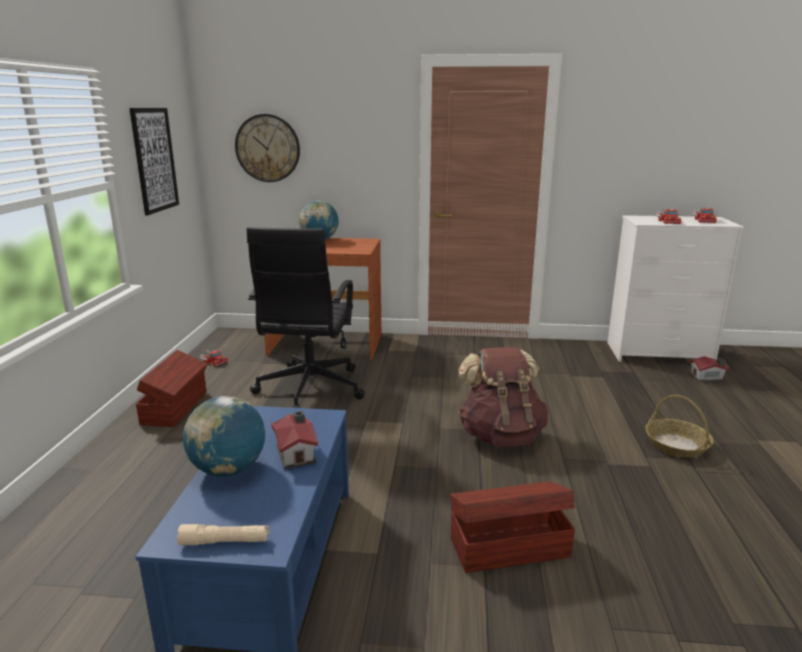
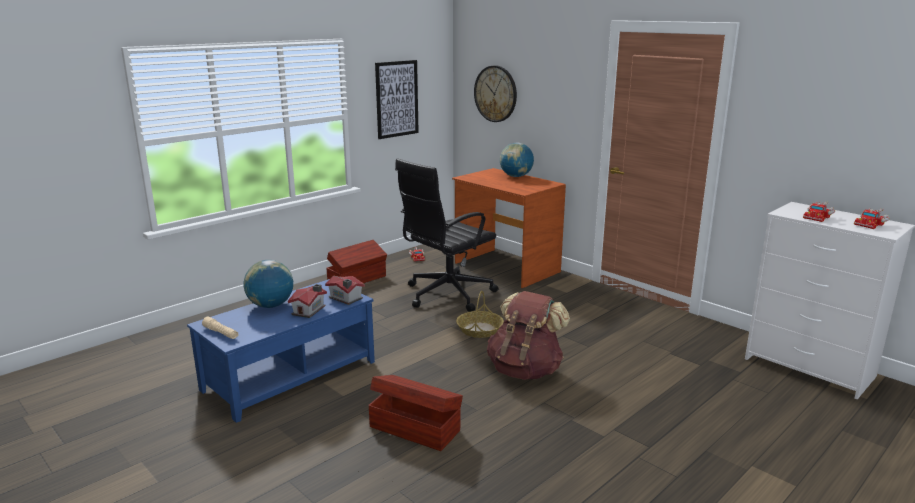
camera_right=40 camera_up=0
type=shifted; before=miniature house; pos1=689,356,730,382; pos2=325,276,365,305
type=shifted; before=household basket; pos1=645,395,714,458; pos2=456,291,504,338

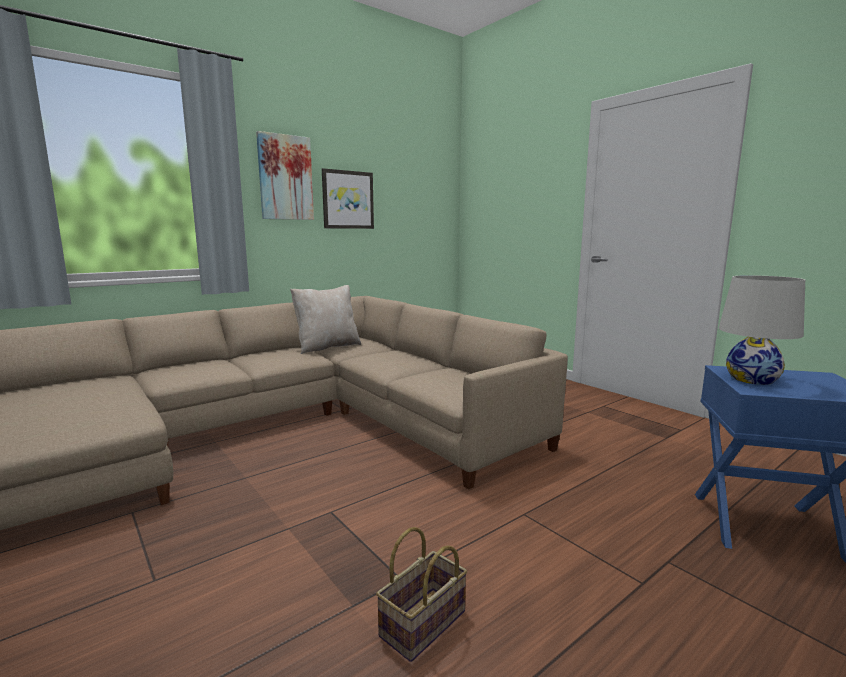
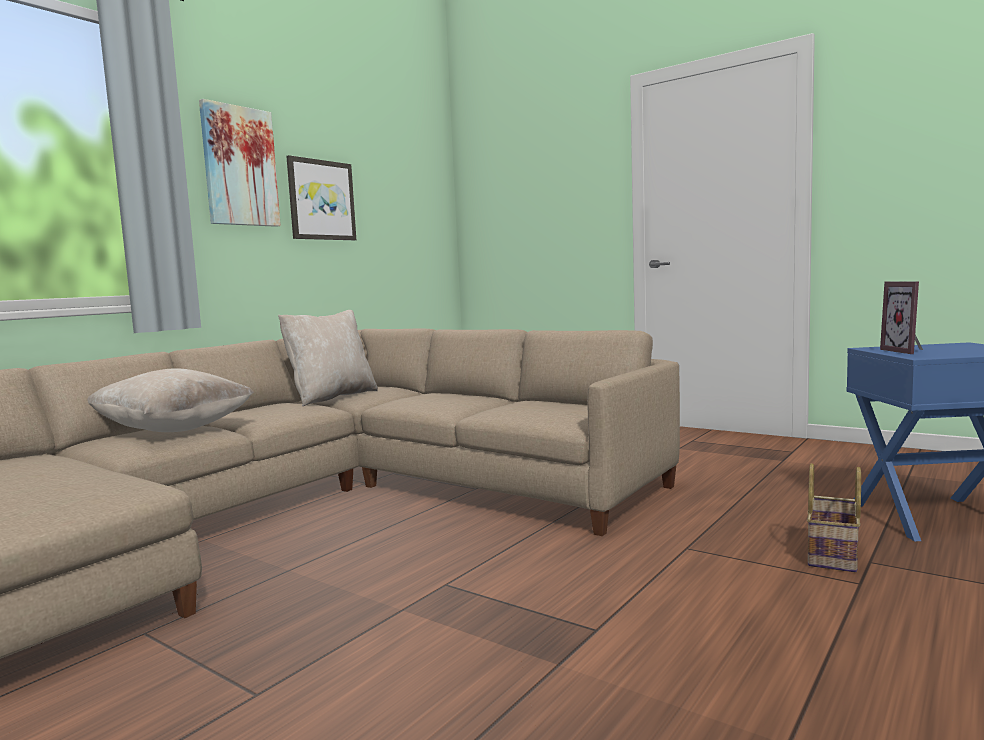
camera_right=-15 camera_up=-5
type=swapped; before=lamp for a table (white); after=picture frame; pos1=719,275,805,385; pos2=880,281,923,354
type=shifted; before=household basket; pos1=376,527,467,662; pos2=807,463,861,572
type=new; after=pillow (sand-coloured); pos2=87,368,254,432

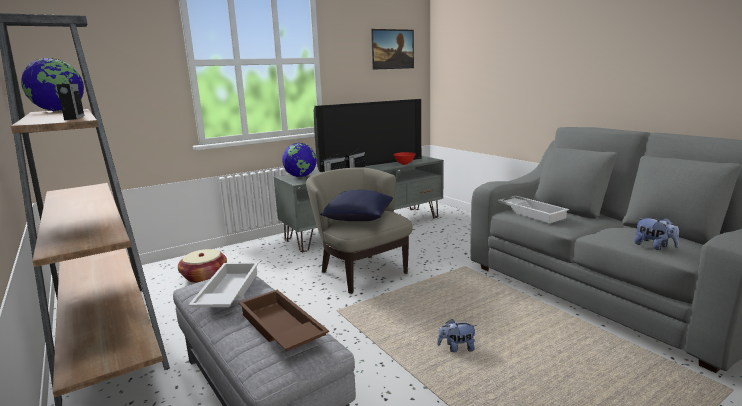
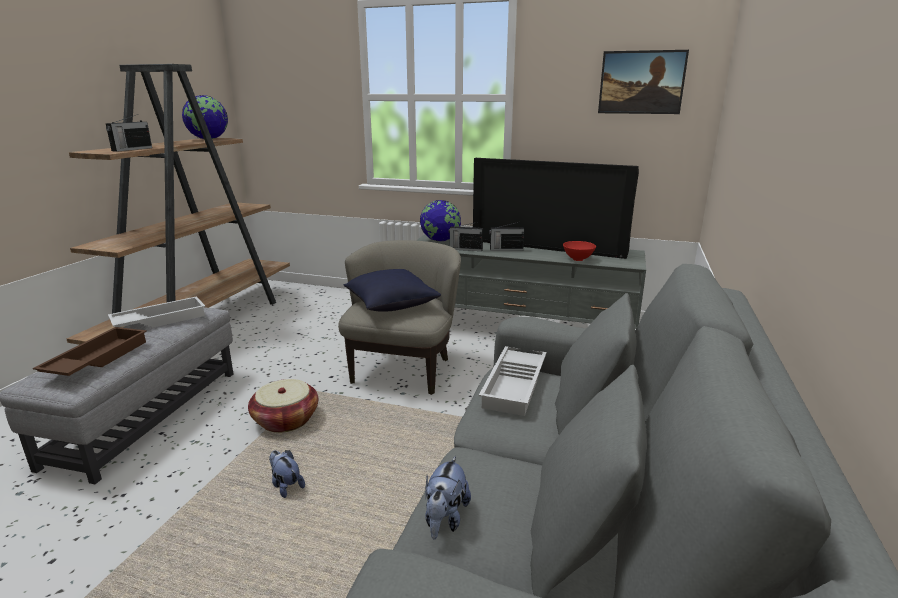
camera_right=50 camera_up=5
type=shifted; before=household basket; pos1=178,249,227,283; pos2=248,379,318,433

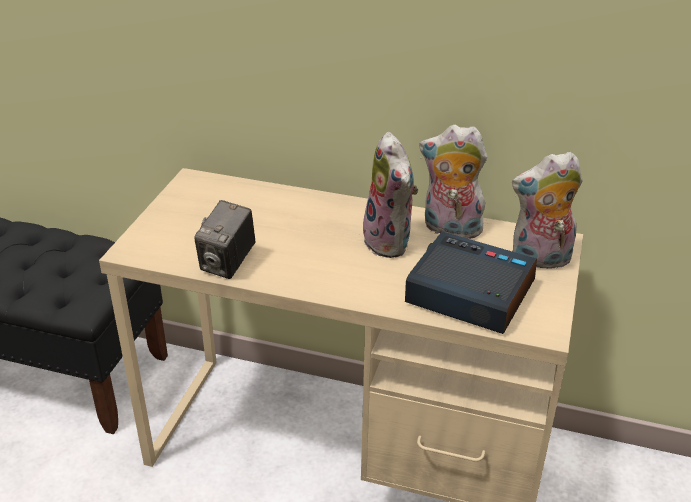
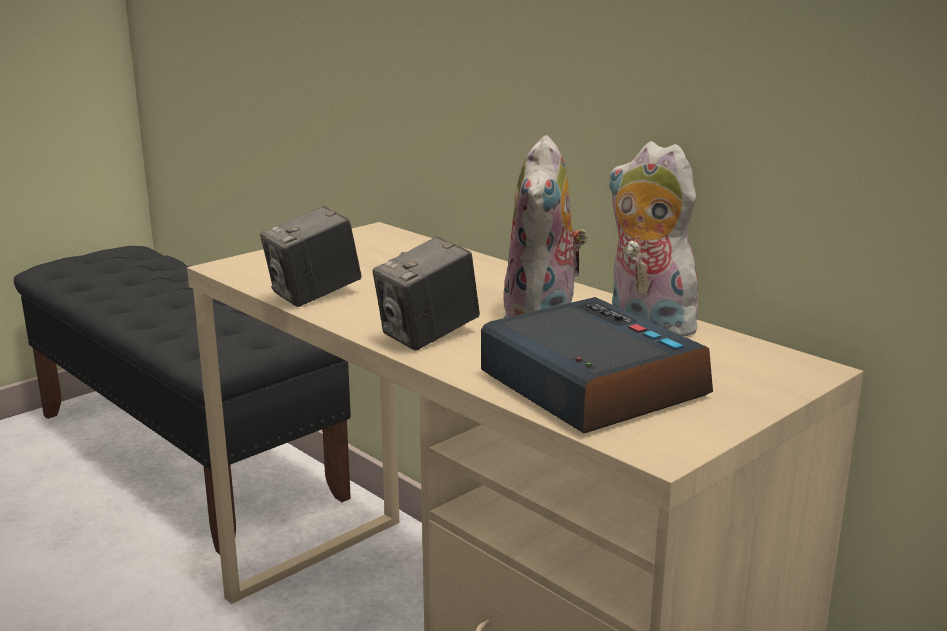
camera_right=30 camera_up=-15
type=gone; before=plush toy; pos1=512,152,583,269
type=new; after=still camera; pos2=372,236,480,351

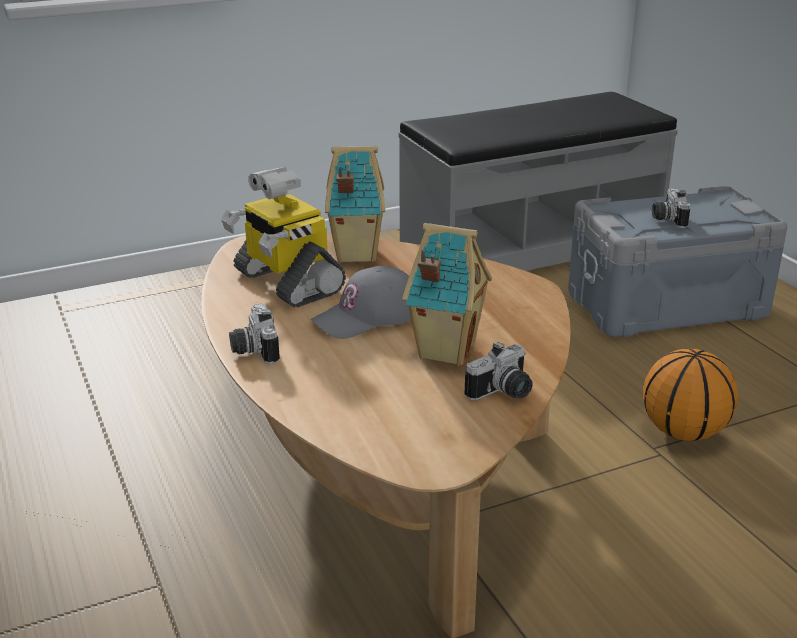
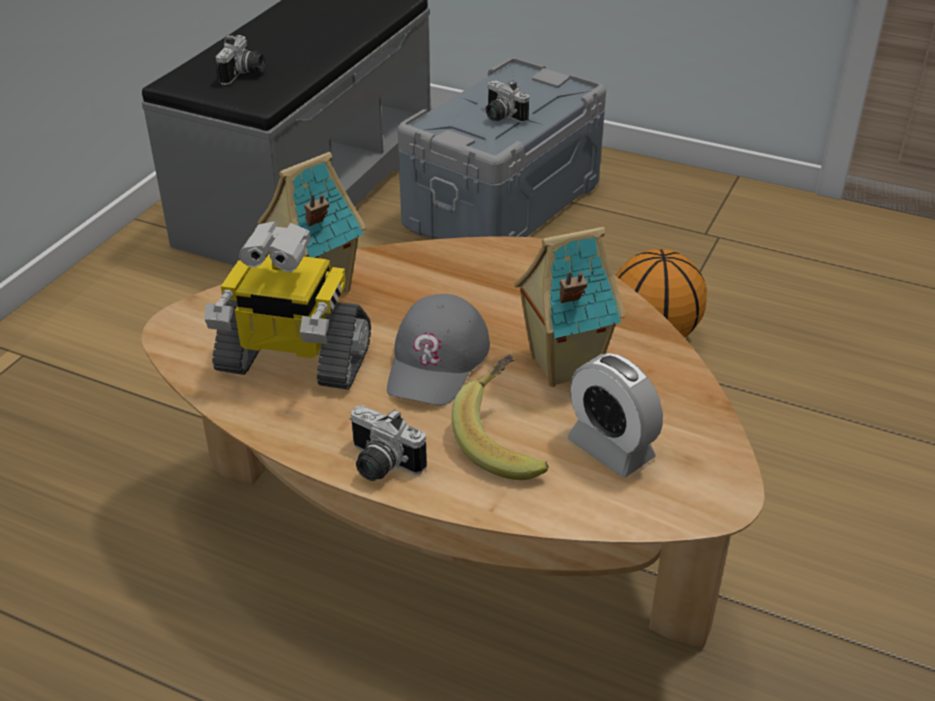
camera_right=-40 camera_up=10
type=shifted; before=still camera; pos1=465,342,533,401; pos2=215,35,265,85
type=new; after=bedside clock; pos2=567,353,663,477
type=new; after=banana; pos2=452,354,549,480

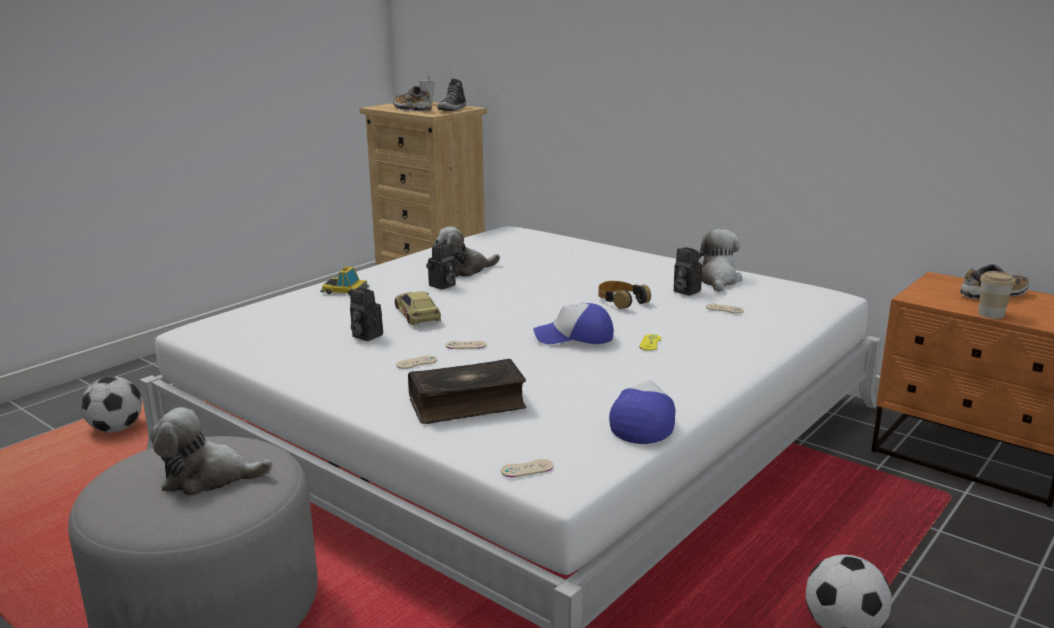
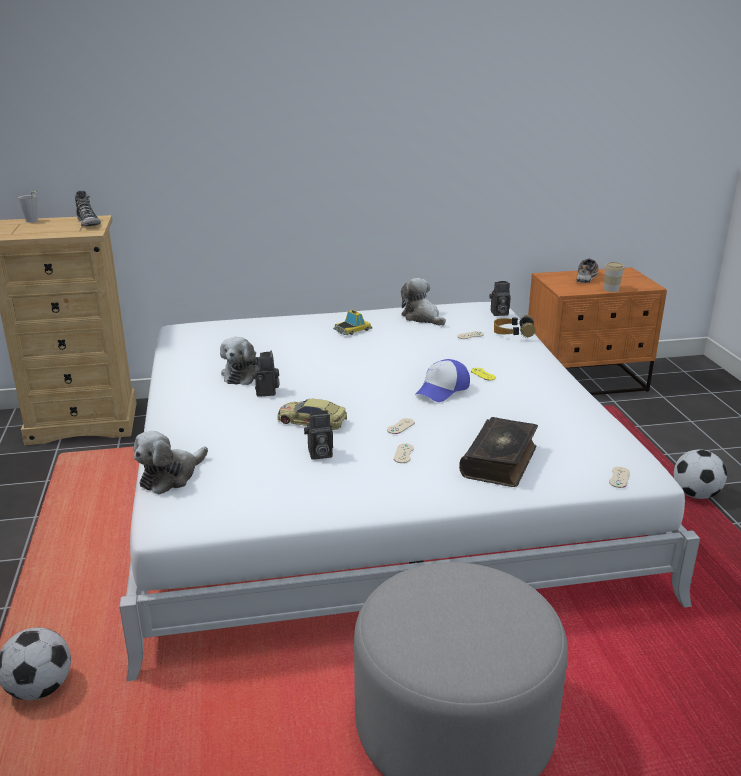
camera_right=-50 camera_up=5
type=gone; before=shoe; pos1=393,86,432,112
type=shifted; before=still camera; pos1=674,247,702,296; pos2=489,281,511,316
type=shifted; before=model car; pos1=320,266,369,296; pos2=333,310,372,335
type=shifted; before=headset; pos1=598,281,651,309; pos2=494,315,535,338
type=gone; before=baseball cap; pos1=609,380,676,444
type=shifted; before=plush toy; pos1=150,407,273,496; pos2=134,431,208,495

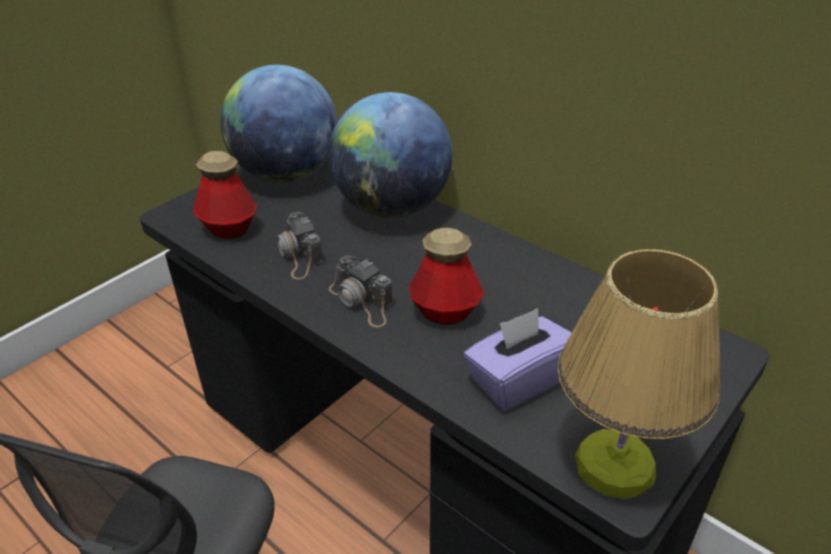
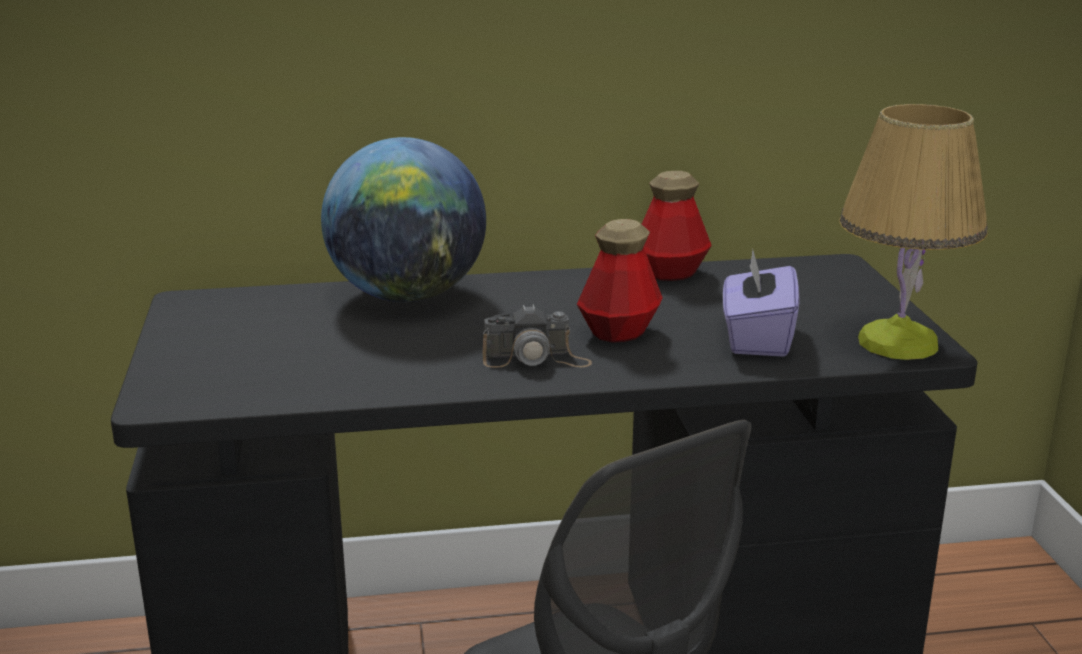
camera_right=-50 camera_up=-15
type=gone; before=globe; pos1=220,65,337,182
type=shifted; before=bottle; pos1=193,151,257,239; pos2=642,171,712,281
type=gone; before=still camera; pos1=277,212,323,279

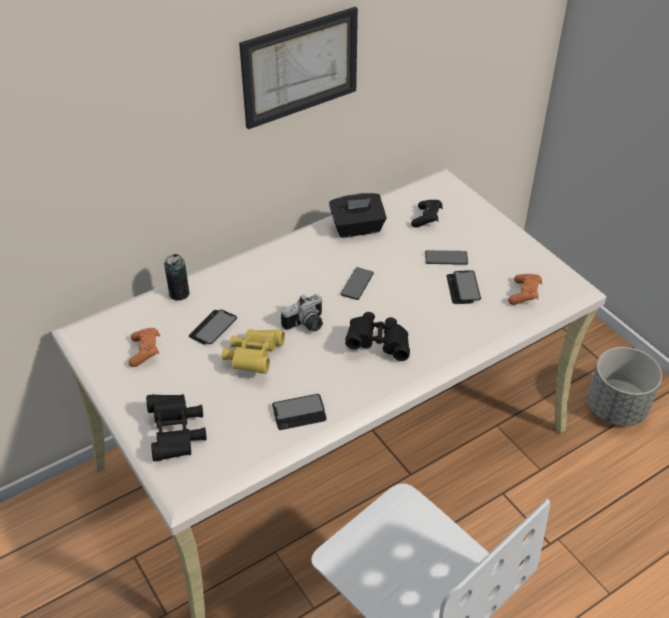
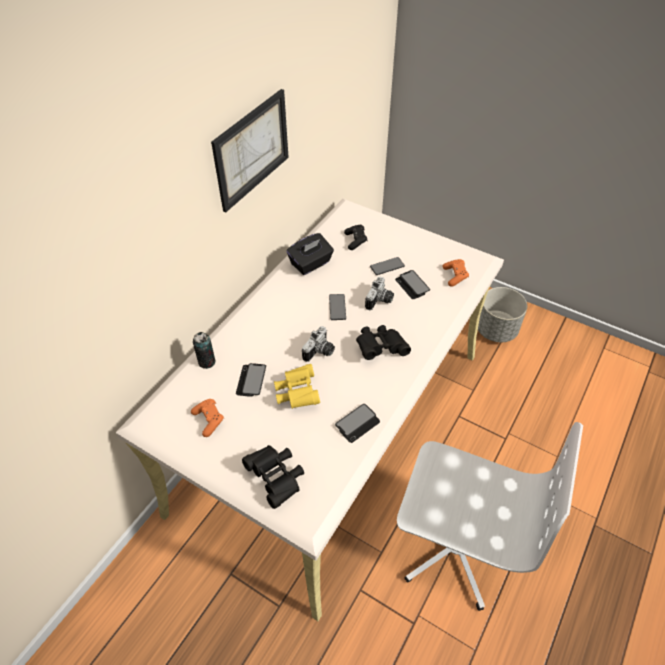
camera_right=-25 camera_up=5
type=new; after=still camera; pos2=365,277,394,310

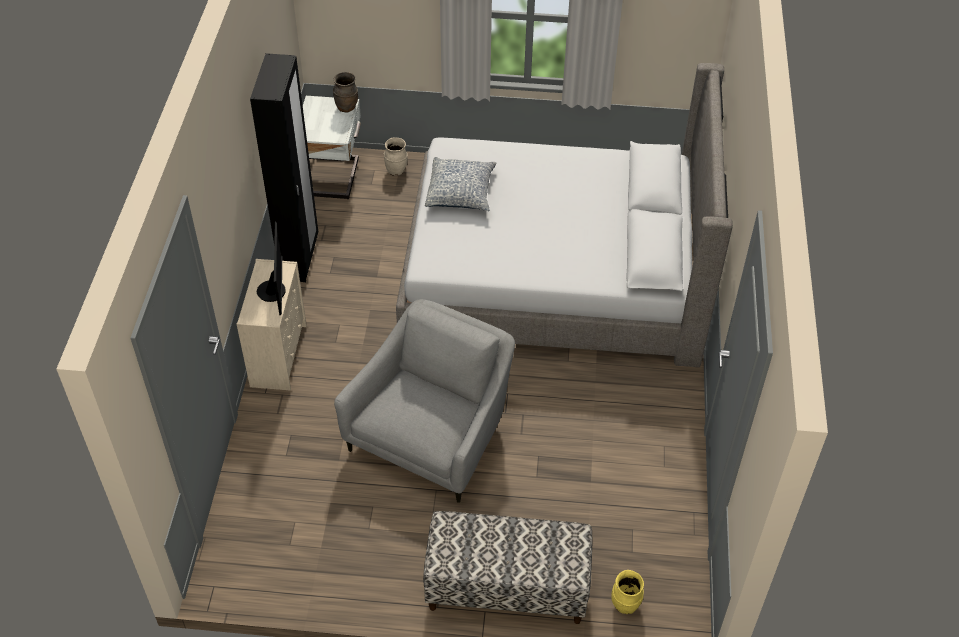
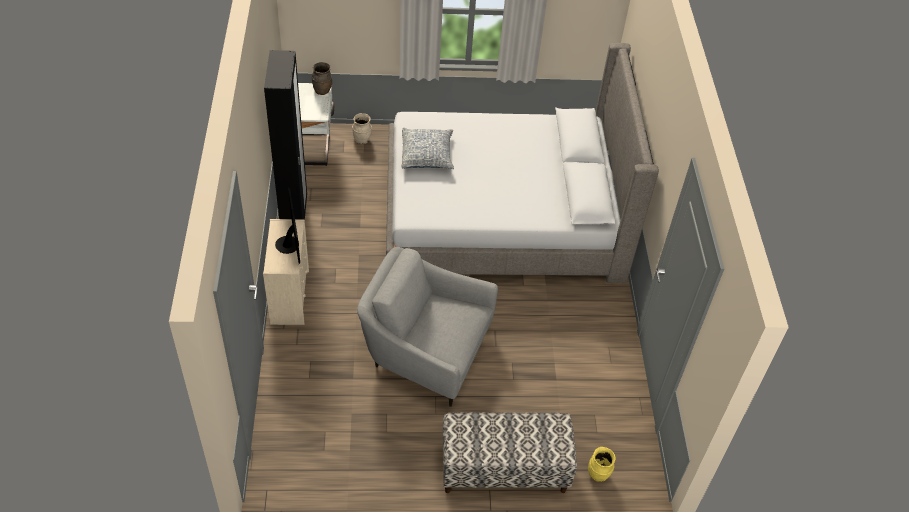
camera_right=-10 camera_up=0
type=rotated; before=armchair (greyish); pos1=334,299,515,503; pos2=357,247,498,407; turn=-90

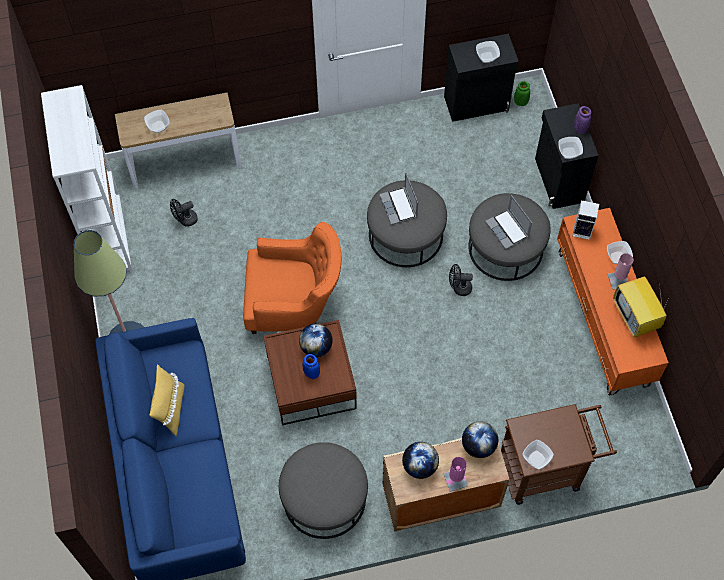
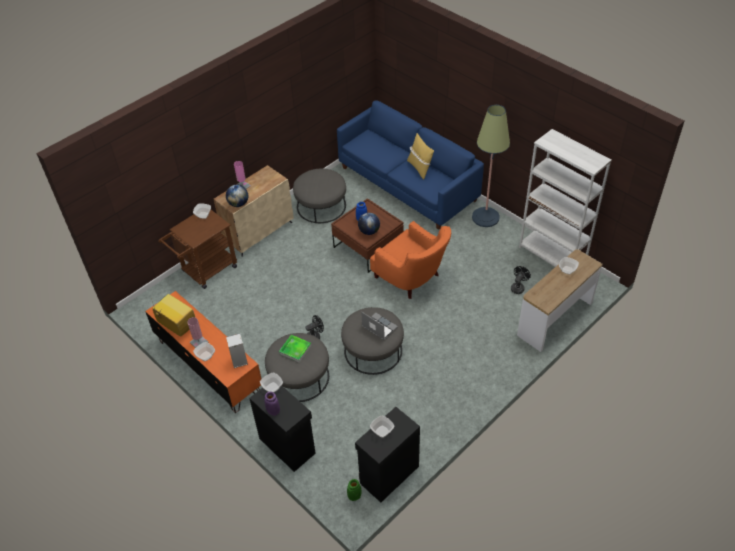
camera_right=150 camera_up=-15
type=swapped; before=portable computer; after=serving tray; pos1=485,195,532,249; pos2=279,335,312,363
type=rotated; before=armchair (orange-coloured); pos1=243,222,341,334; pos2=370,221,451,299; turn=-105
type=gone; before=globe; pos1=402,442,439,479

